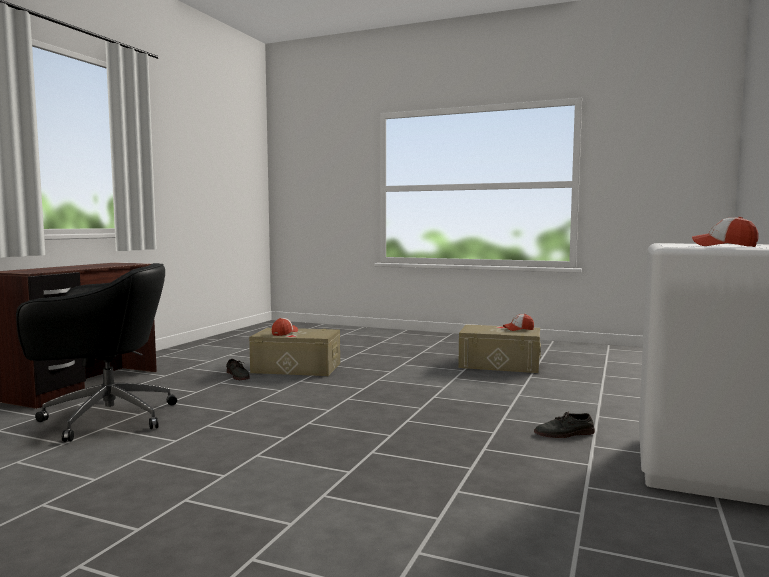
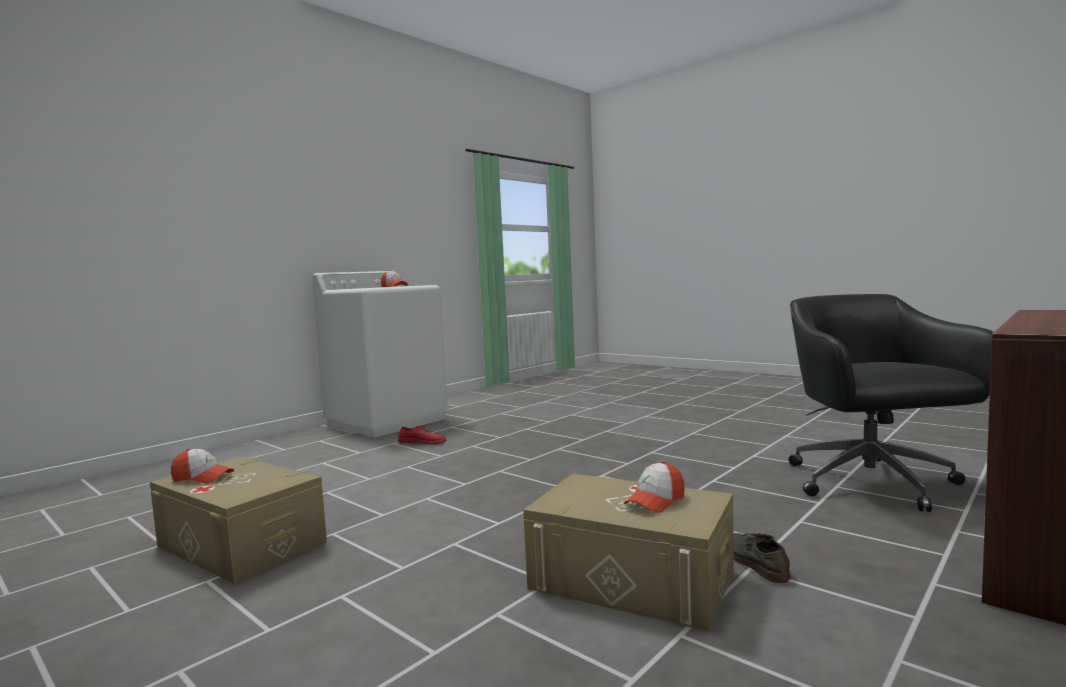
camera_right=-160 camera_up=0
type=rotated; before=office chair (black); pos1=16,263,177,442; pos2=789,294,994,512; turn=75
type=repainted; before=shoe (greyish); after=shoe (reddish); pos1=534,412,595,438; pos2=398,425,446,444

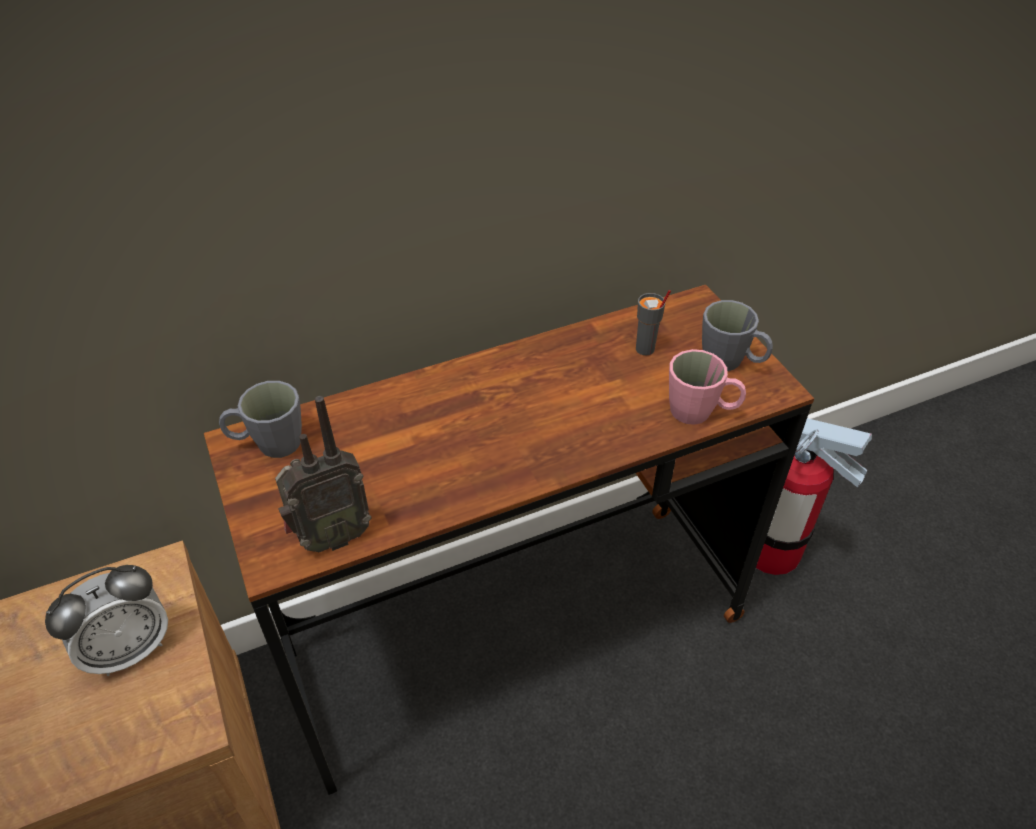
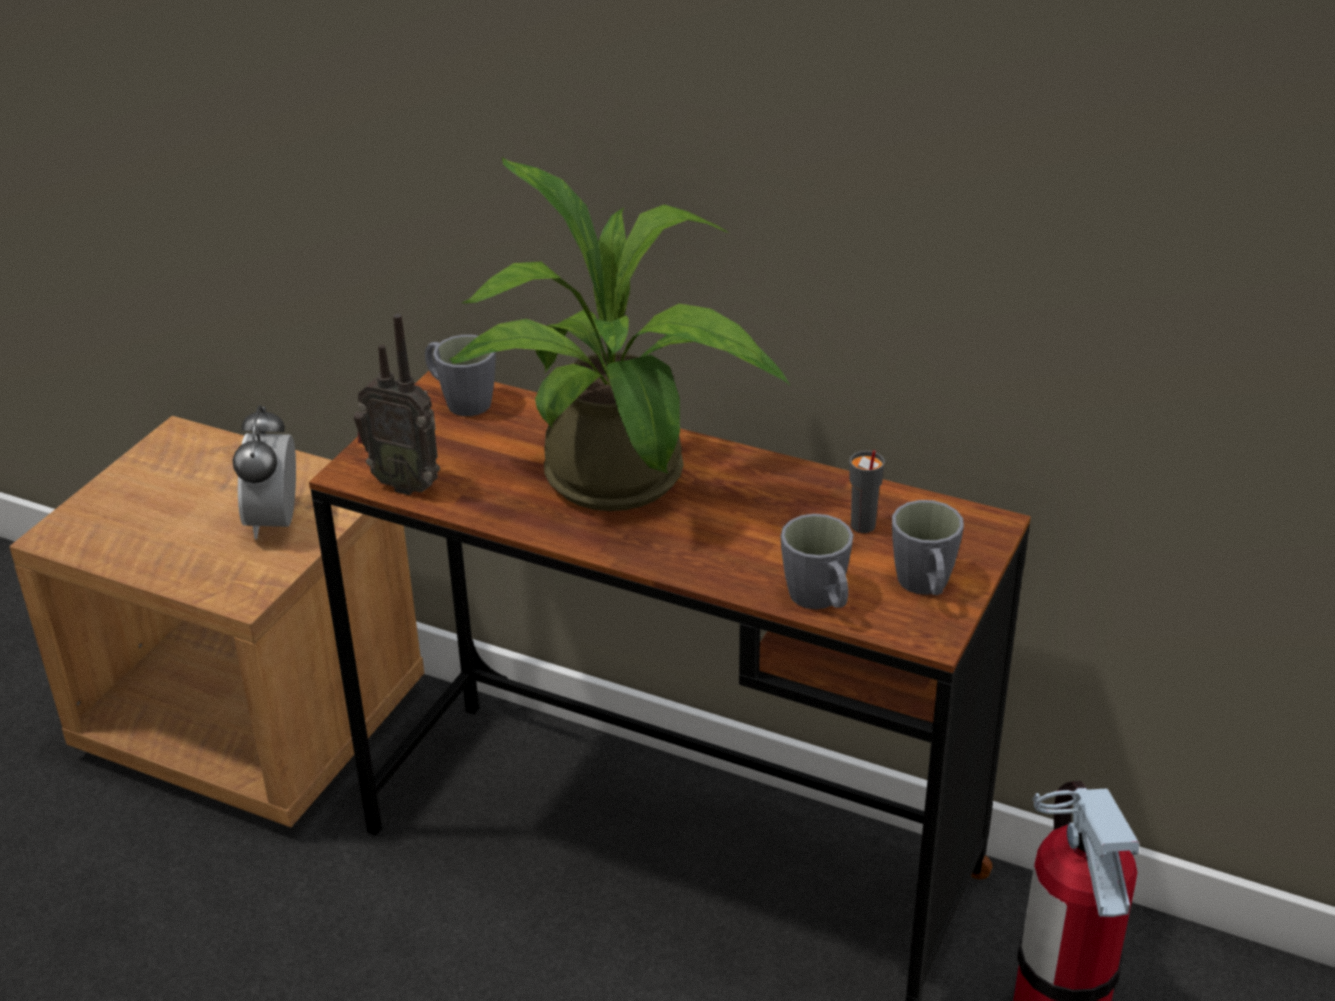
camera_right=50 camera_up=-10
type=repainted; before=mug (pink); after=mug (greyish); pos1=669,349,746,425; pos2=780,514,853,609
type=rotated; before=bedside clock; pos1=45,565,168,676; pos2=232,405,296,539; turn=75
type=new; after=potted plant; pos2=450,157,790,511

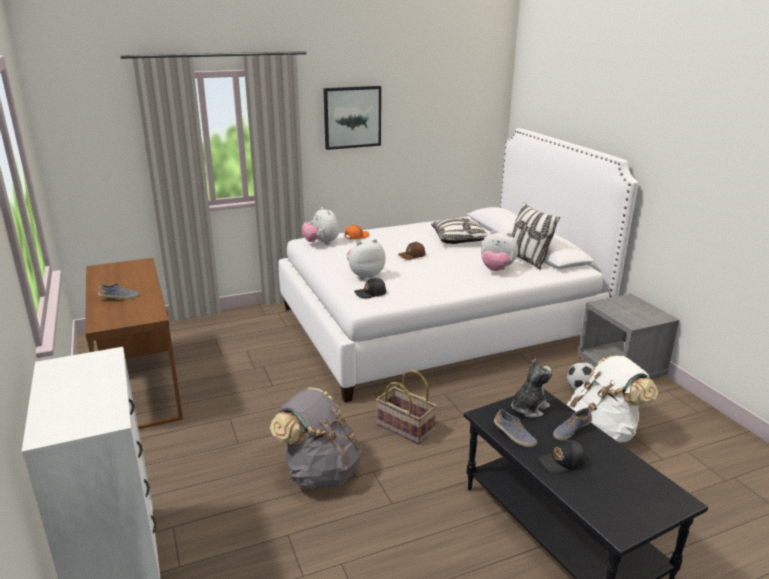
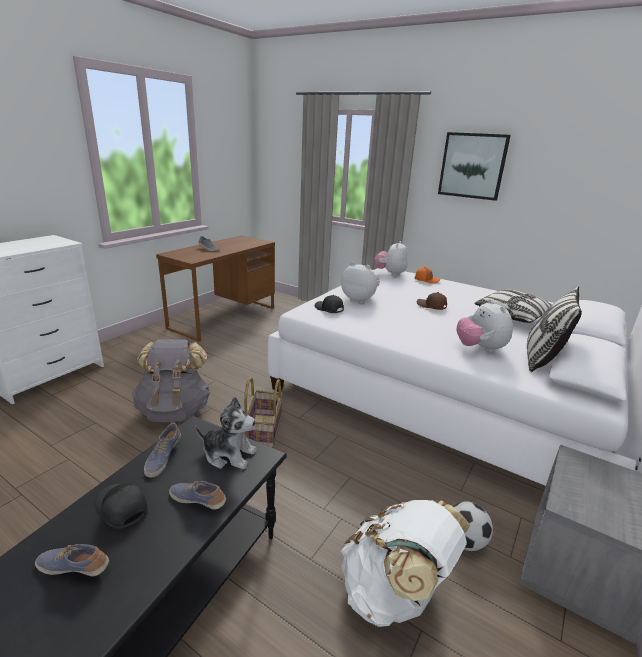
camera_right=55 camera_up=0
type=new; after=shoe; pos2=35,544,109,576

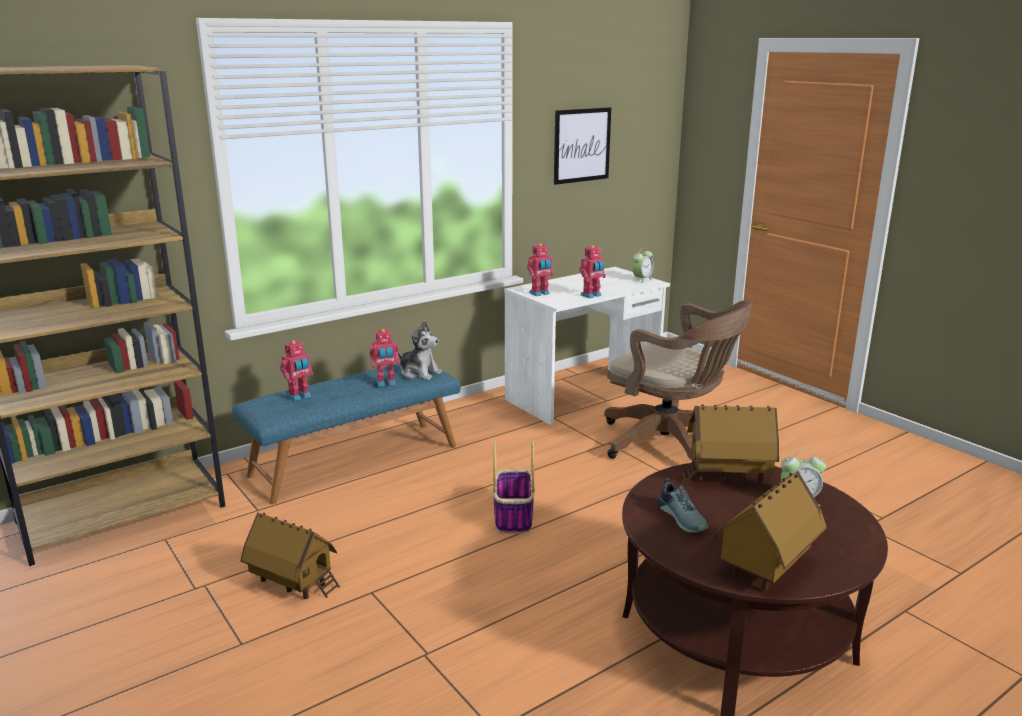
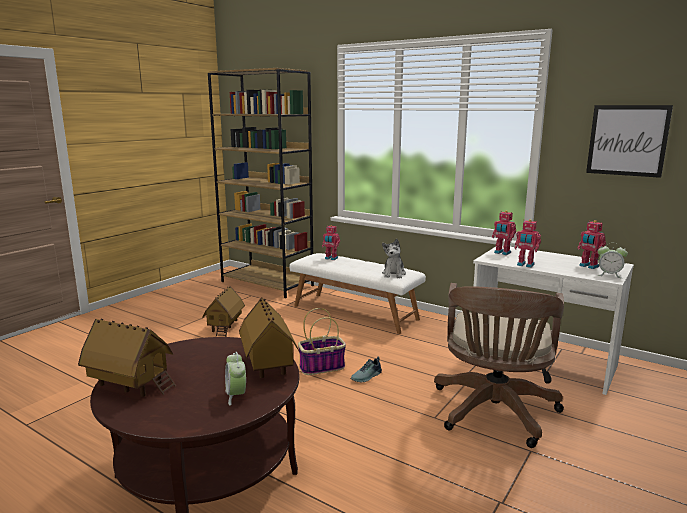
camera_right=70 camera_up=-5
type=shifted; before=model robot; pos1=369,329,399,387; pos2=578,220,606,269
type=repainted; before=long seat (blue-coloured); after=long seat (white); pos1=232,363,461,504; pos2=289,253,426,334
type=shifted; before=shoe; pos1=657,478,708,533; pos2=351,357,382,382

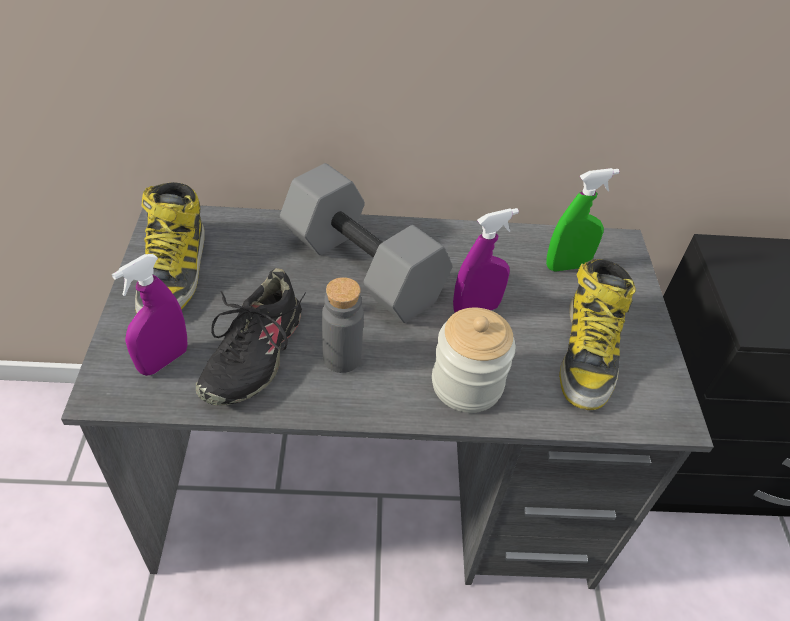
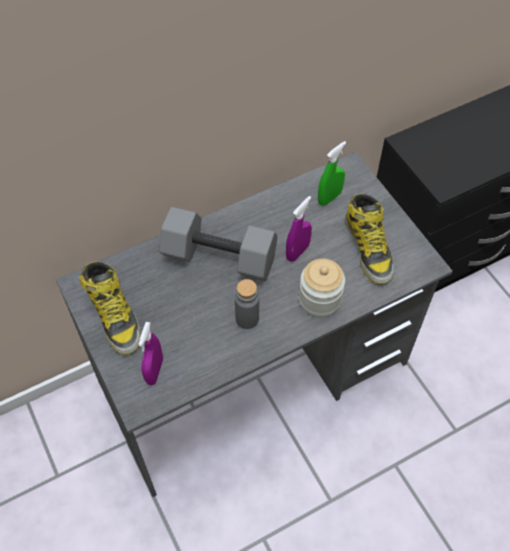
camera_right=-25 camera_up=10
type=gone; before=shoe (black); pos1=196,268,307,406

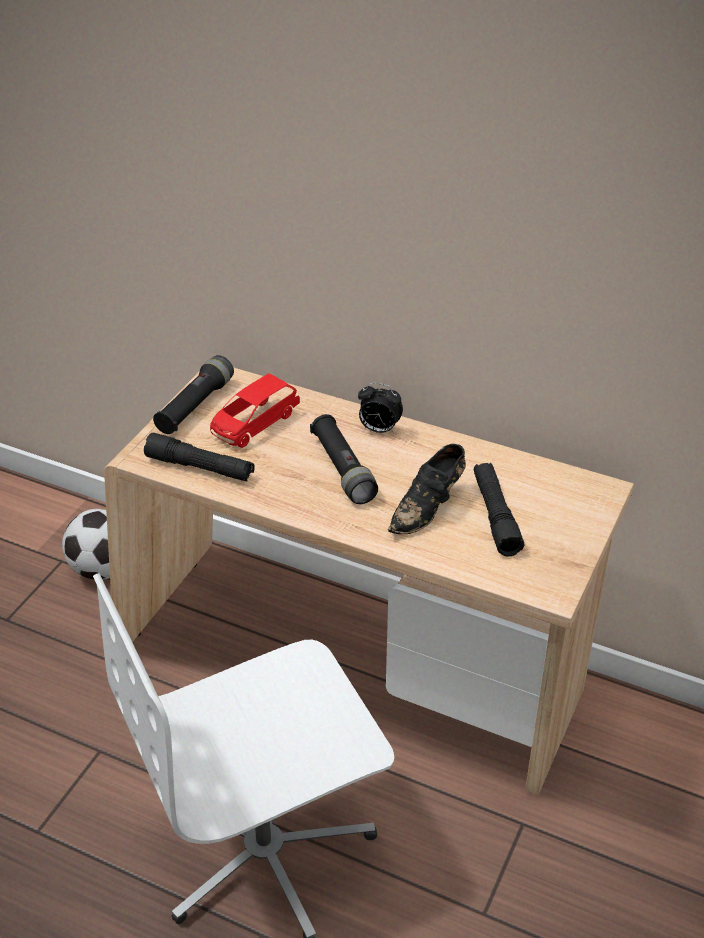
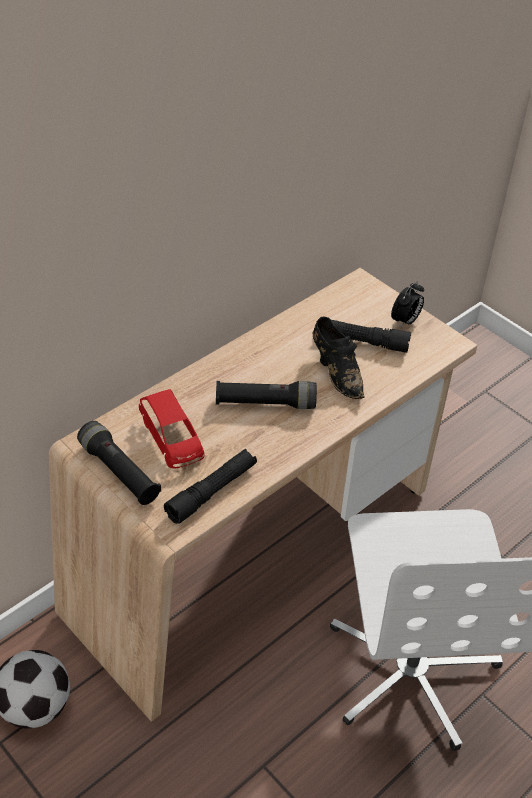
camera_right=-70 camera_up=5
type=shifted; before=bedside clock; pos1=358,383,403,434; pos2=391,281,424,328

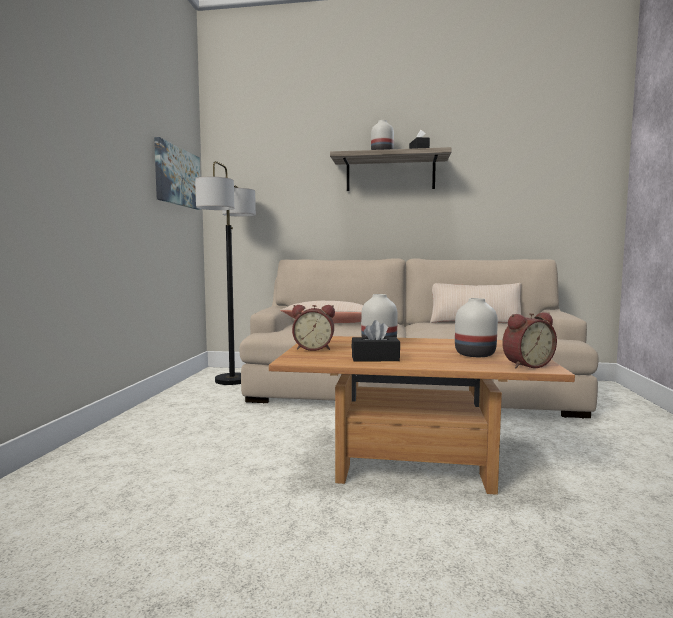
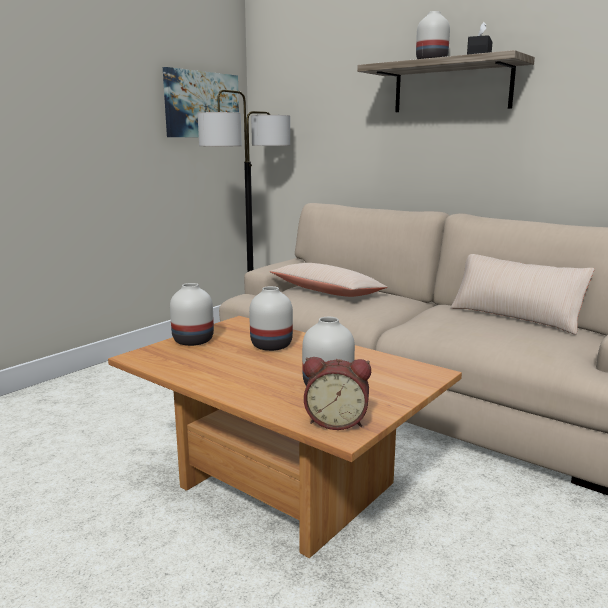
camera_right=30 camera_up=10
type=swapped; before=bedside clock; after=flower vase (white); pos1=292,305,335,351; pos2=170,283,214,346
type=gone; before=tissue holder (black); pos1=351,320,400,362

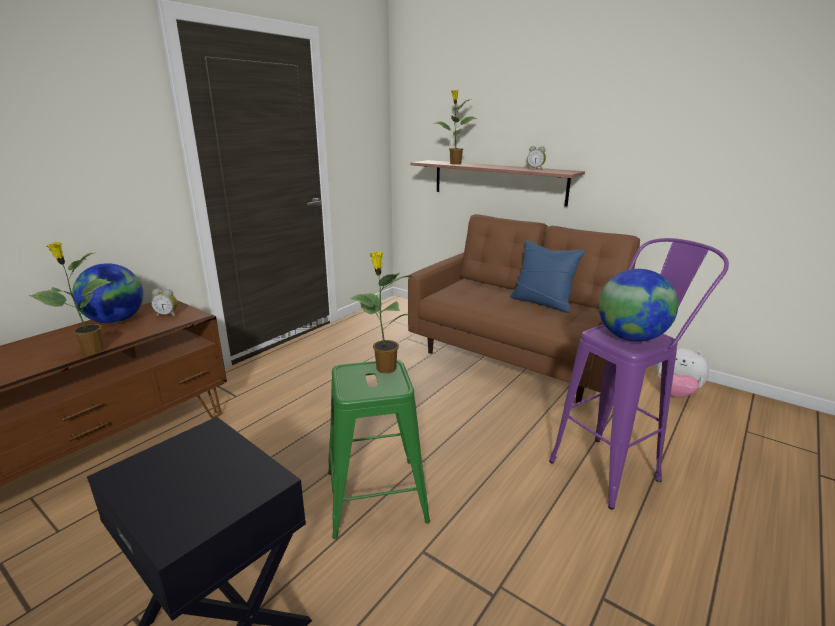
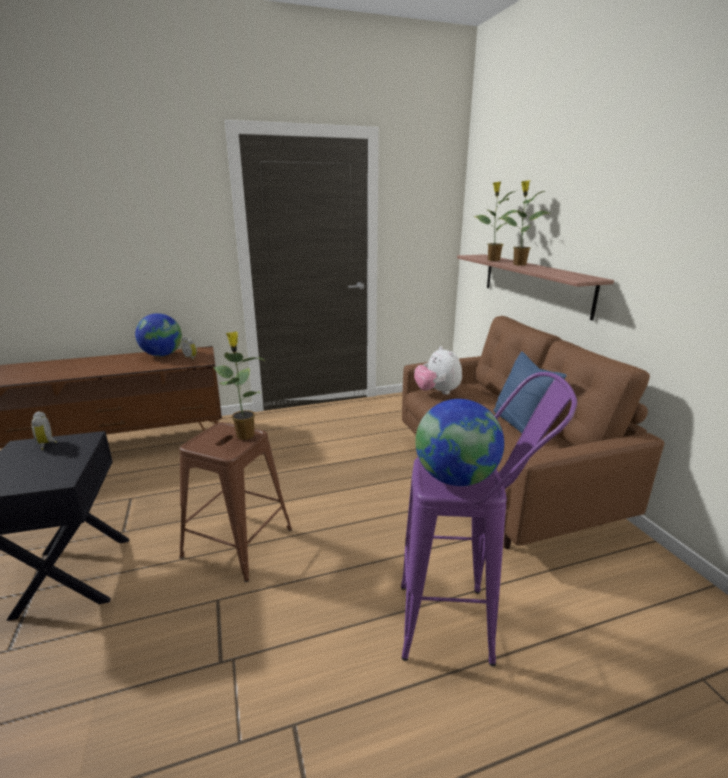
camera_right=35 camera_up=0
type=shifted; before=bedside clock; pos1=527,146,546,170; pos2=31,411,57,450
type=shifted; before=potted plant; pos1=29,242,111,355; pos2=498,180,549,266
type=shifted; before=plush toy; pos1=657,346,709,398; pos2=414,346,462,395
type=repainted; before=stool seat (green); after=stool seat (brown-coloured); pos1=328,360,430,539; pos2=179,422,292,582

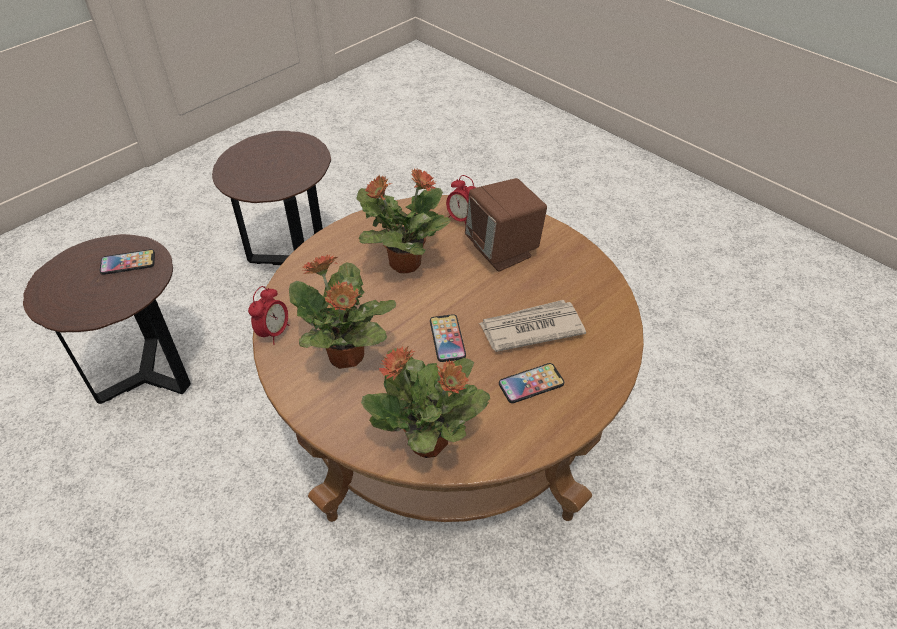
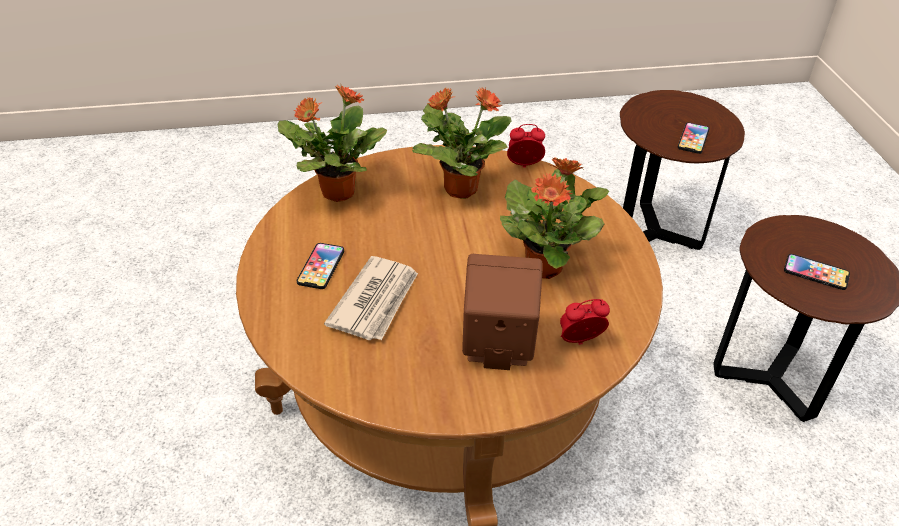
camera_right=125 camera_up=-5
type=rotated; before=bedside clock; pos1=248,286,290,345; pos2=507,124,545,167; turn=120
type=shifted; before=phone; pos1=430,314,466,362; pos2=784,254,850,290

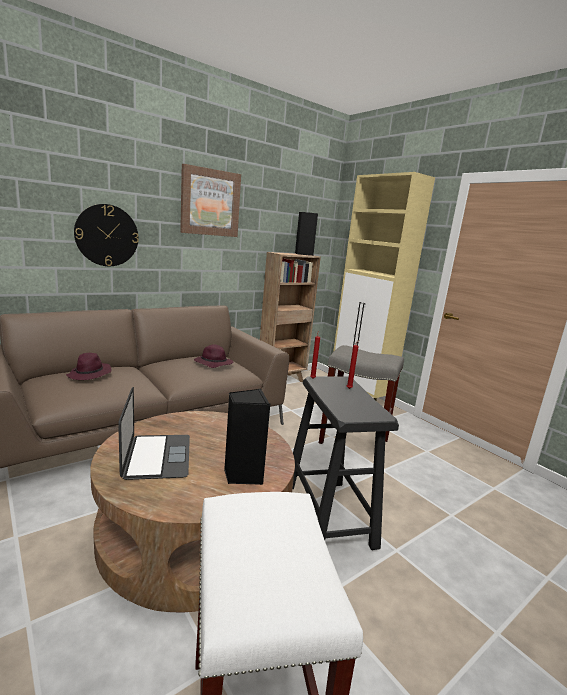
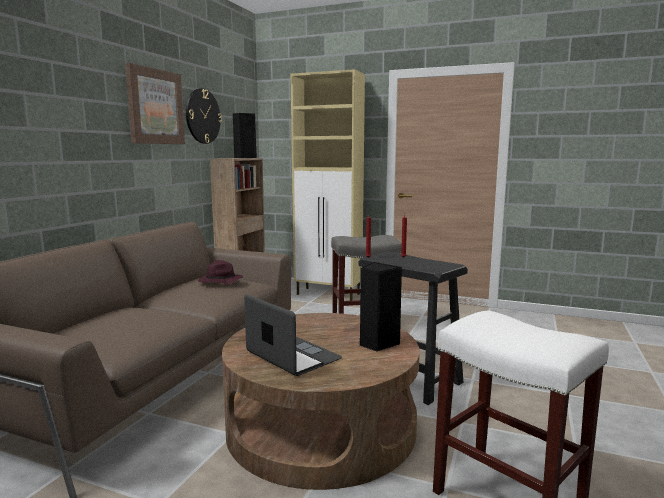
camera_right=-30 camera_up=-5
type=shifted; before=hanging clock; pos1=74,204,139,266; pos2=186,88,222,144
type=gone; before=clothing hat (purple); pos1=66,353,112,380

